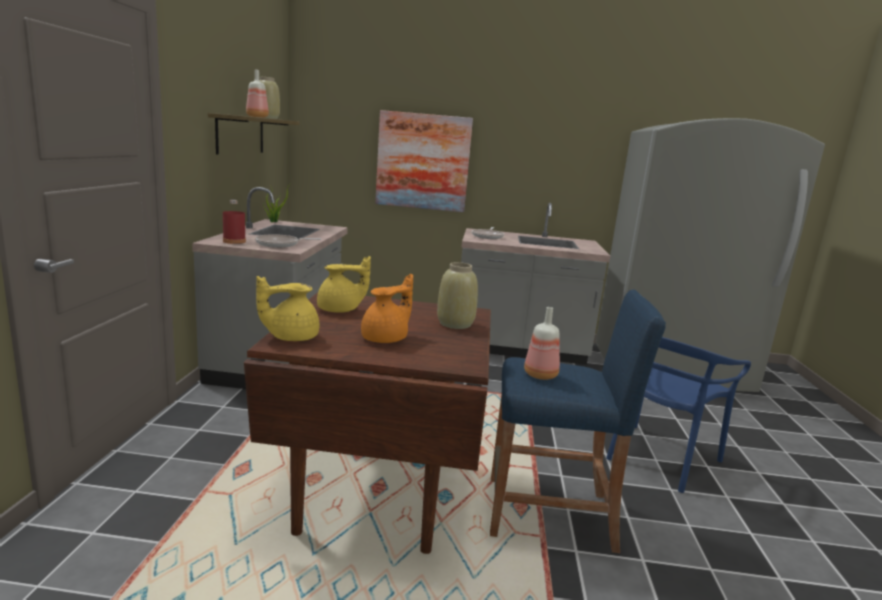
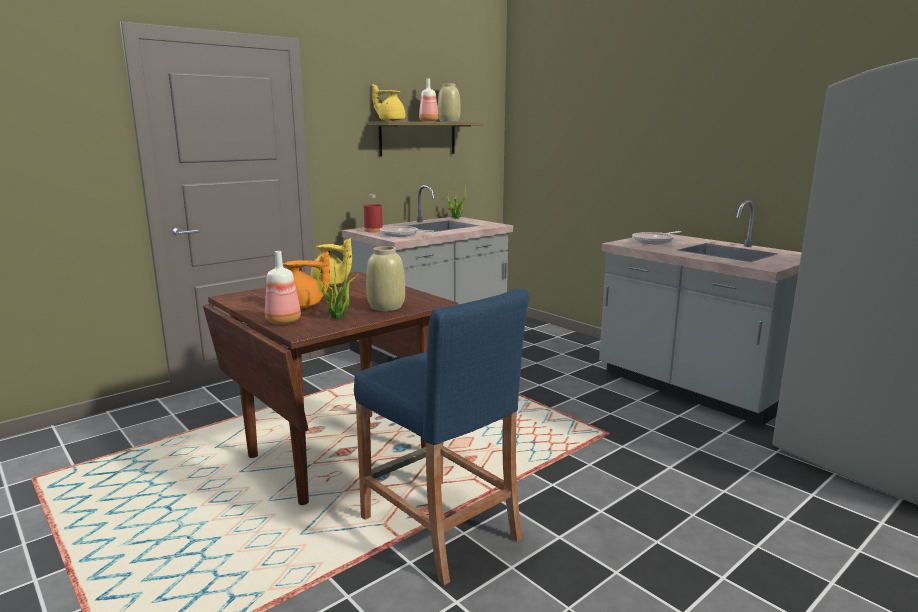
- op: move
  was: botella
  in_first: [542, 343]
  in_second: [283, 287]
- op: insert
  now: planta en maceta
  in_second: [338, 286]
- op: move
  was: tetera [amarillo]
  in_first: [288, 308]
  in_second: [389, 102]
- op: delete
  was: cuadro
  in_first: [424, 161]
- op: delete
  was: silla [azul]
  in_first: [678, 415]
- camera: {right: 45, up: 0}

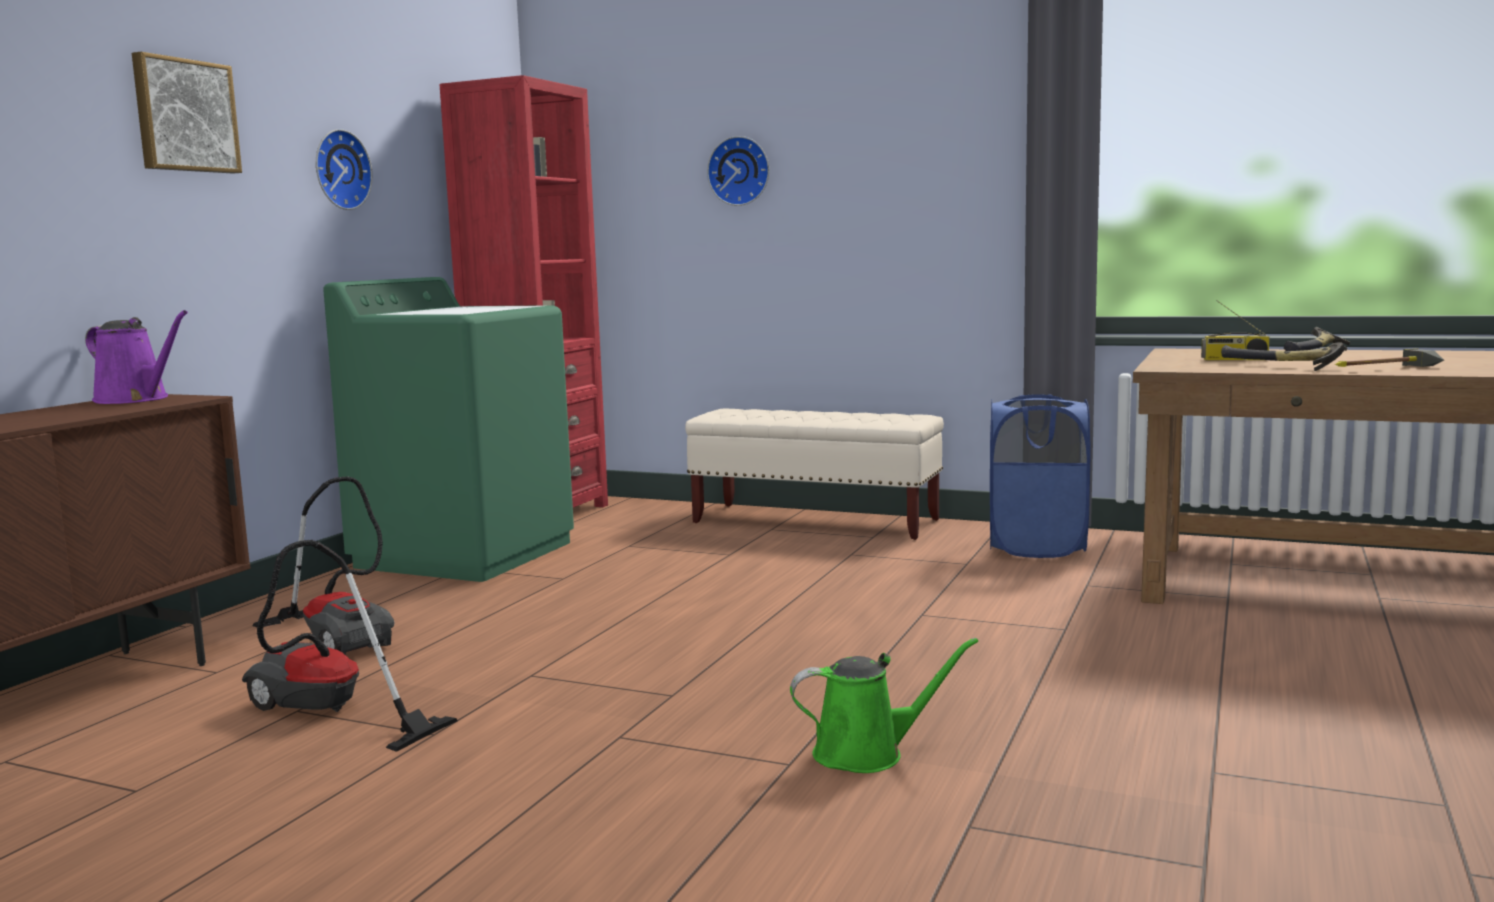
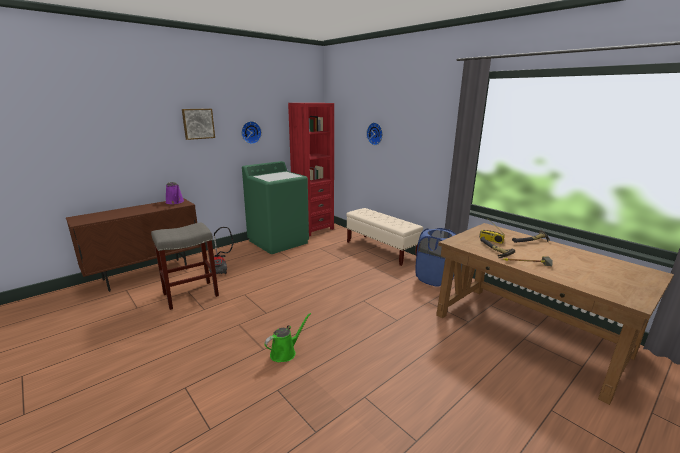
- op: replace
  was: aspiradora
  now: taburete [gris]
  in_first: [350, 646]
  in_second: [185, 266]
- op: rotate
  was: regadera [verde]
  in_first: [884, 705]
  in_second: [287, 337]
  clockwise: -60
- camera: {right: 25, up: 10}

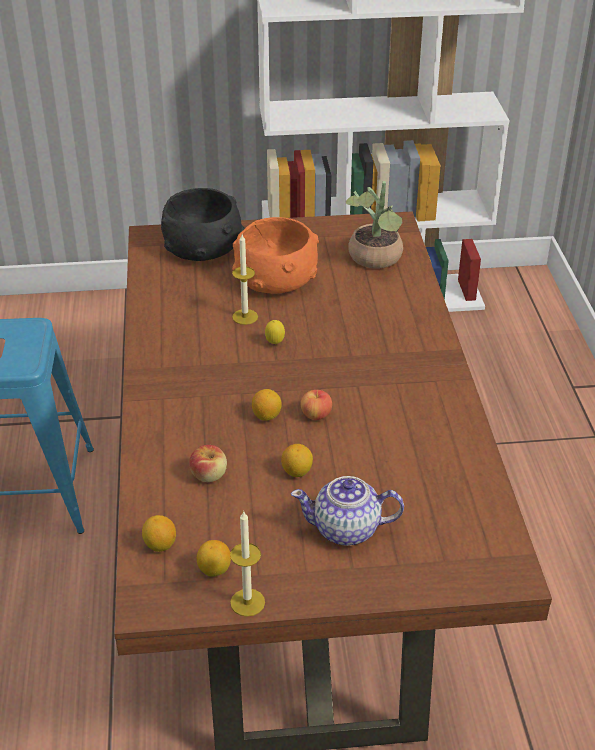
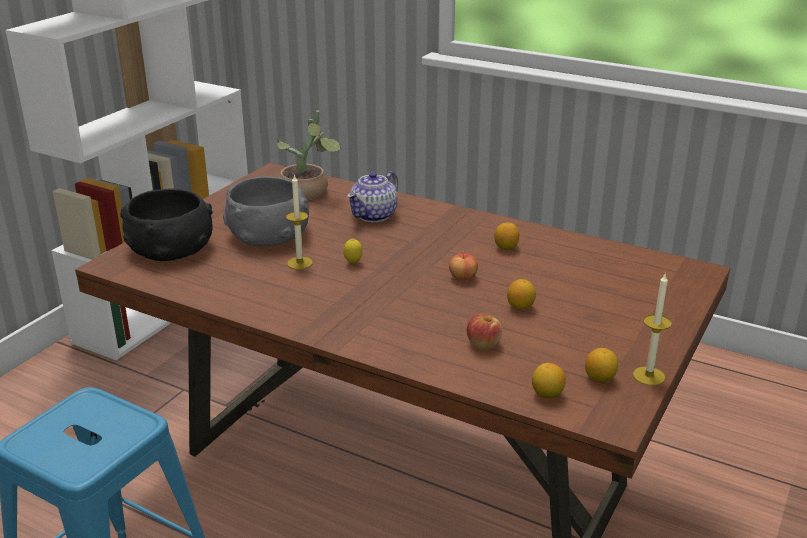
- op: recolor
  was: cuenco [naranja]
  now: cuenco [gris]
  in_first: [275, 255]
  in_second: [266, 211]
- op: move
  was: tetera
  in_first: [347, 511]
  in_second: [372, 196]
- op: move
  was: limón
  in_first: [267, 405]
  in_second: [506, 236]
- camera: {right: -55, up: -10}

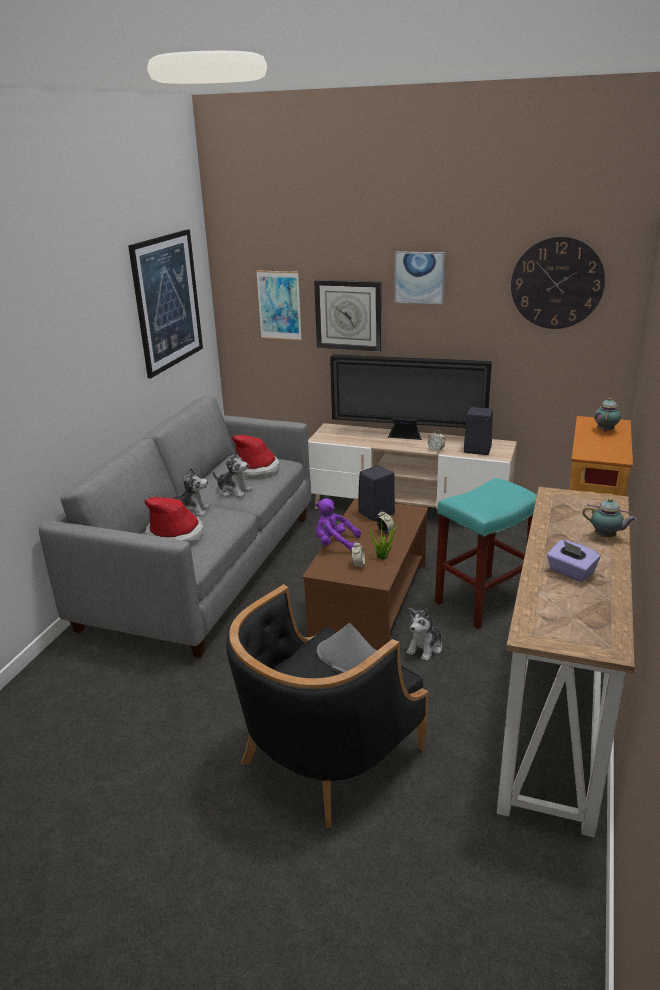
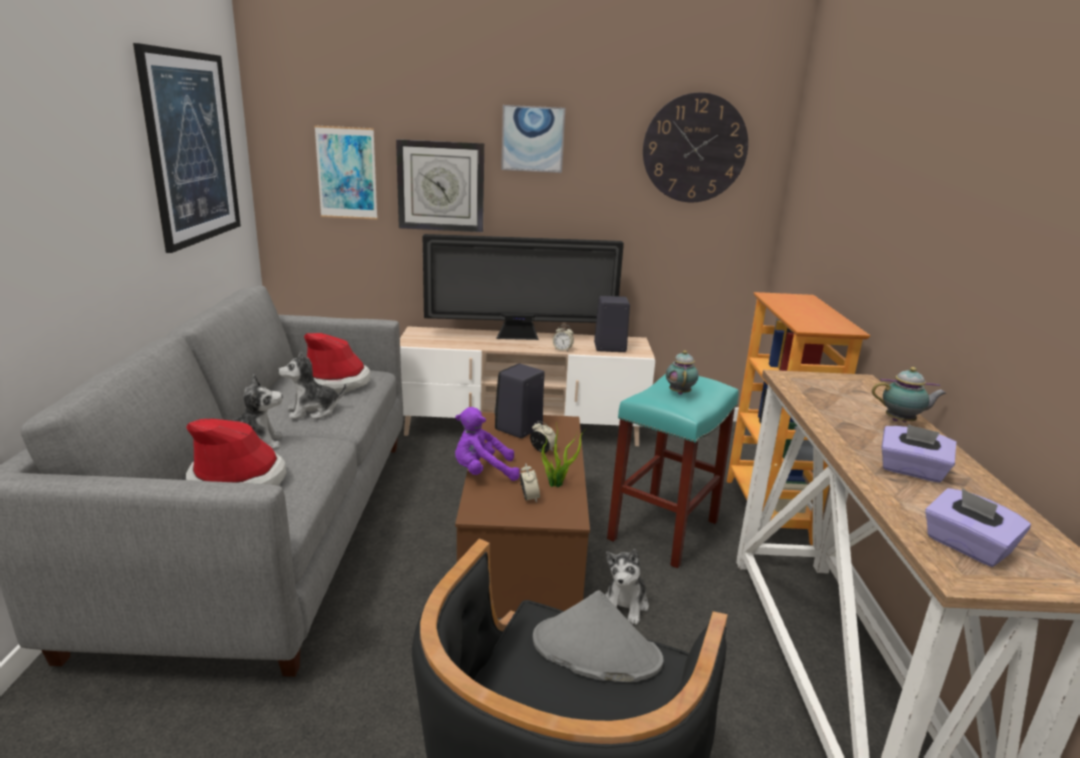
- op: rotate
  was: peluche
  in_first: [233, 473]
  in_second: [312, 385]
  clockwise: 150
- op: move
  was: tetera
  in_first: [607, 415]
  in_second: [682, 372]
- op: insert
  now: caja de pañuelos [morado]
  in_second: [978, 527]
- camera: {right: -20, up: -5}

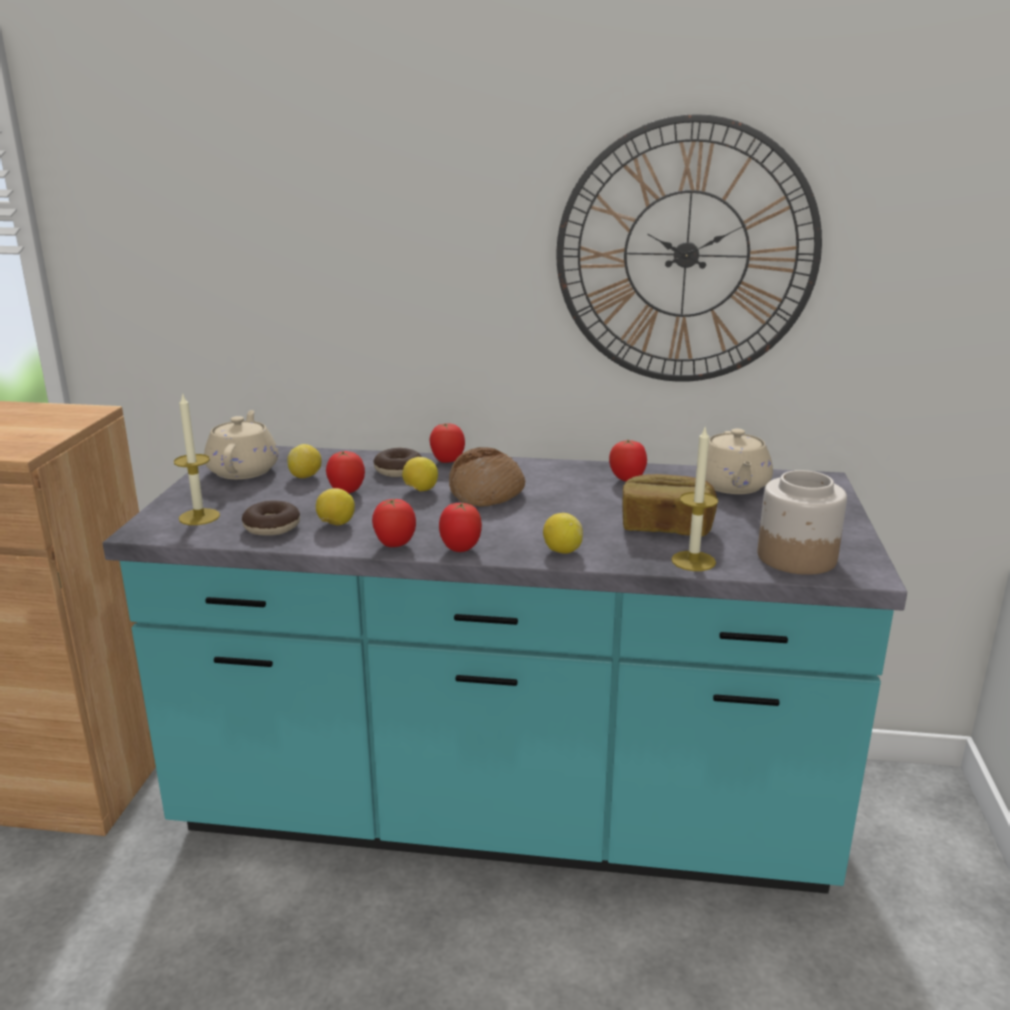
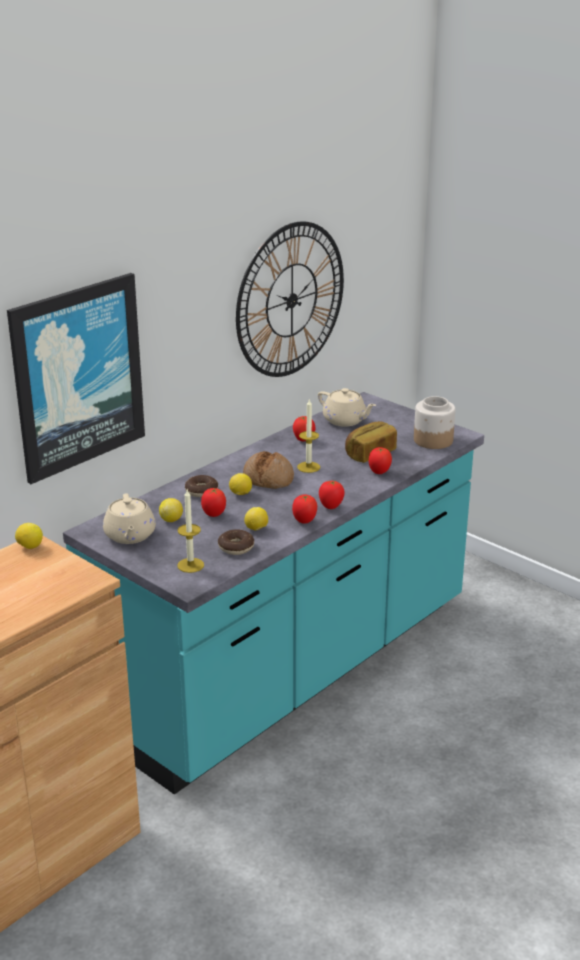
- op: insert
  now: cuadro
  in_second: [76, 378]
- op: move
  was: limón
  in_first: [563, 533]
  in_second: [29, 536]
- op: rotate
  was: tetera [beis]
  in_first: [241, 444]
  in_second: [129, 518]
  clockwise: -135
- op: move
  was: vela
  in_first: [695, 498]
  in_second: [308, 435]
- op: move
  was: tomate
  in_first: [447, 443]
  in_second: [380, 460]
- camera: {right: -55, up: 5}

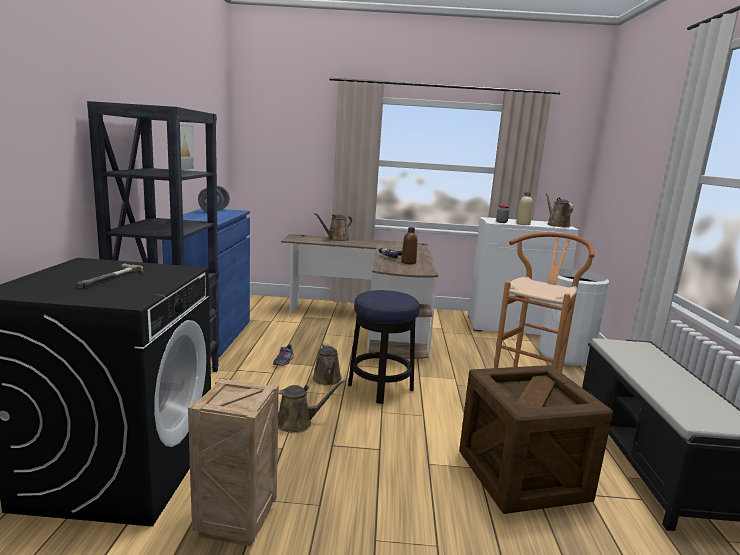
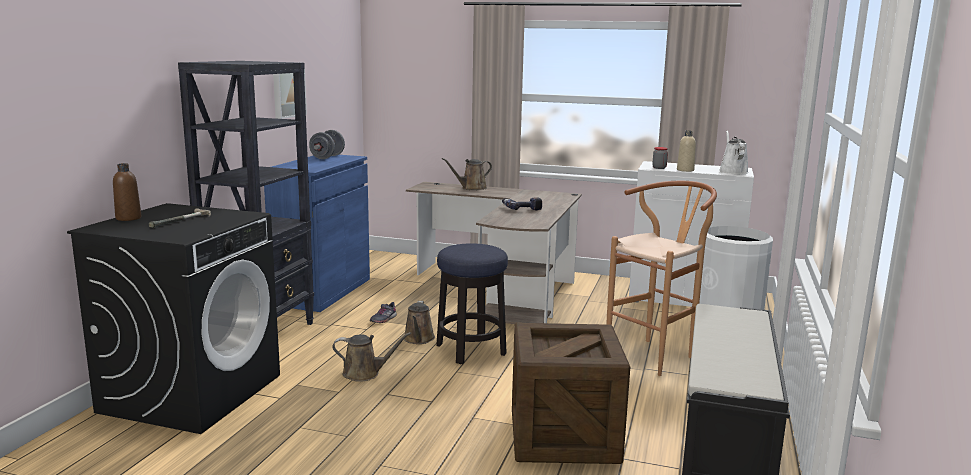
- op: move
  was: botella [marrón]
  in_first: [409, 245]
  in_second: [127, 192]
- op: recolor
  was: regadera [marrón]
  now: regadera [blanco]
  in_first: [559, 210]
  in_second: [734, 152]
- op: delete
  was: caja de embalaje
  in_first: [233, 462]
- camera: {right: 15, up: 0}

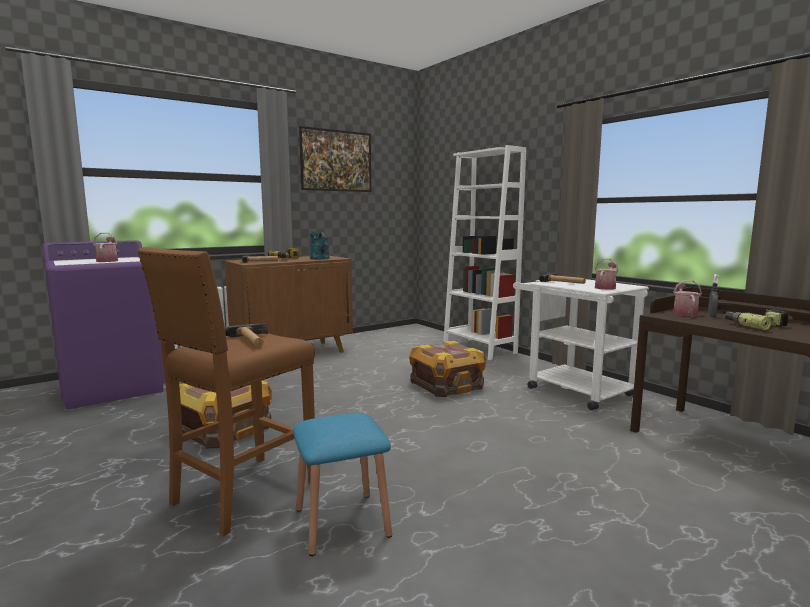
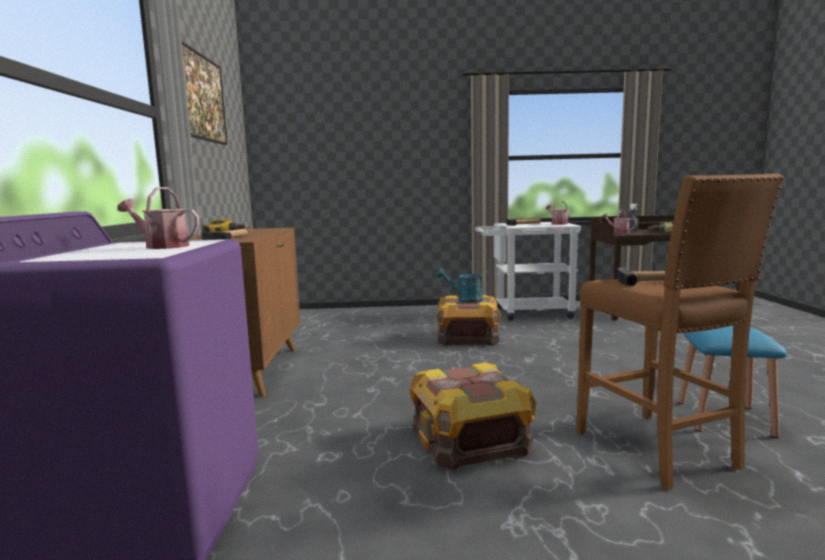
- op: move
  was: regadera [turquesa]
  in_first: [320, 245]
  in_second: [463, 285]
- op: delete
  was: estantería [blanco]
  in_first: [484, 252]
- camera: {right: -55, up: 0}

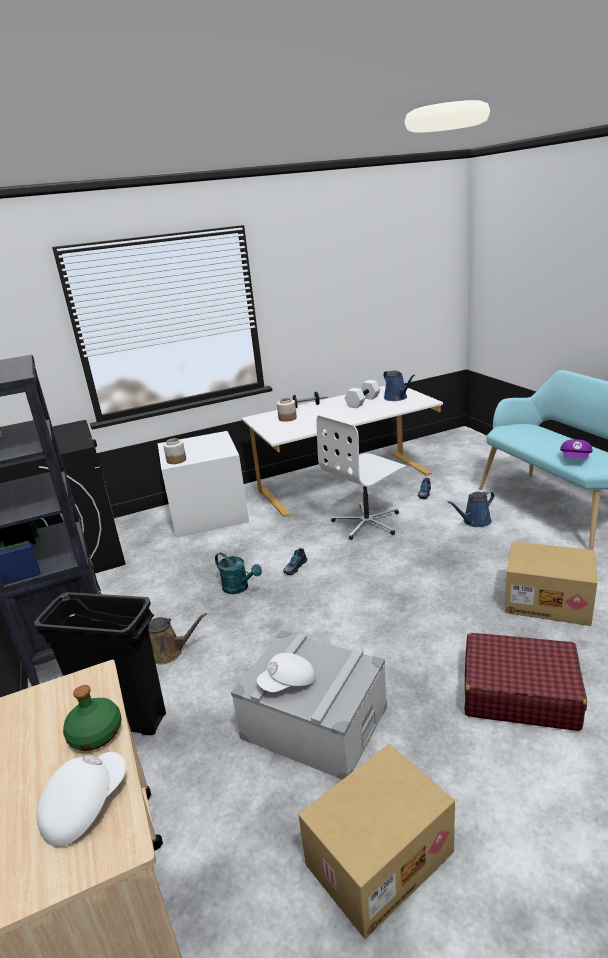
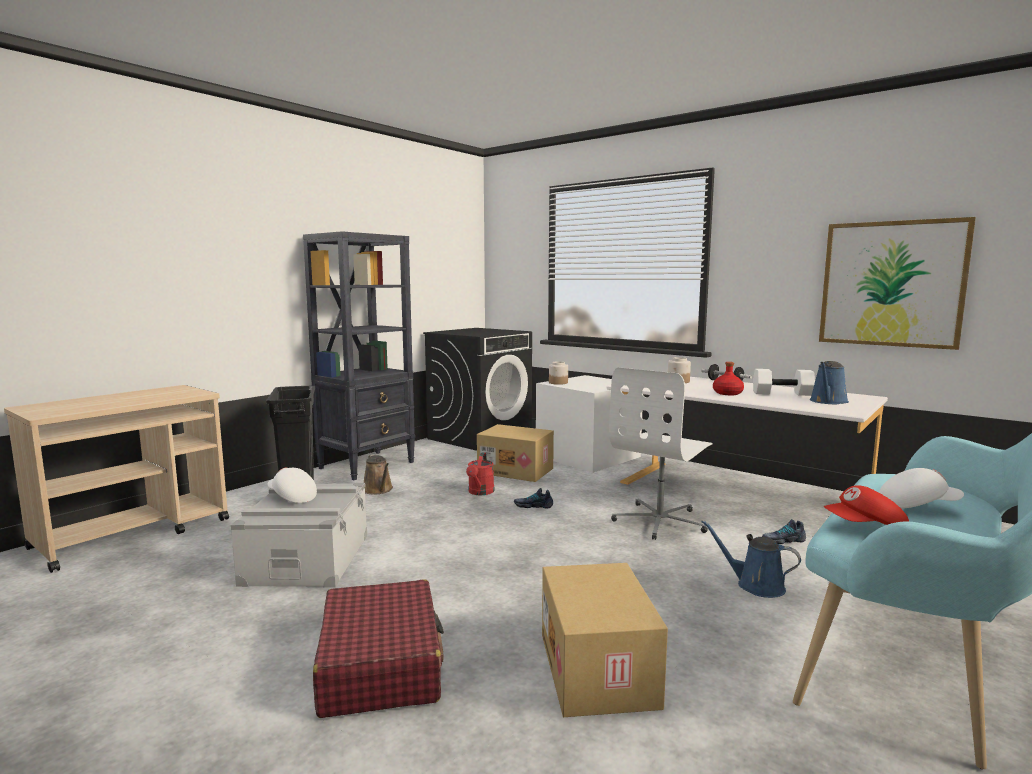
- op: recolor
  was: regadera [turquesa]
  now: regadera [rojo]
  in_first: [238, 573]
  in_second: [480, 473]
- op: move
  was: caja de cartón
  in_first: [376, 841]
  in_second: [515, 453]
- op: rotate
  was: silla de oficina [blanco]
  in_first: [361, 477]
  in_second: [660, 453]
  clockwise: -75
- op: insert
  now: botella [rojo]
  in_second: [728, 378]
- op: insert
  now: cuadro
  in_second: [897, 283]
- op: recolor
  was: gorra [morado]
  now: gorra [rojo]
  in_first: [576, 448]
  in_second: [866, 505]
- op: move
  was: gorra [blanco]
  in_first: [81, 799]
  in_second: [921, 488]
- op: delete
  was: botella [verde]
  in_first: [92, 718]
- camera: {right: 60, up: -15}

